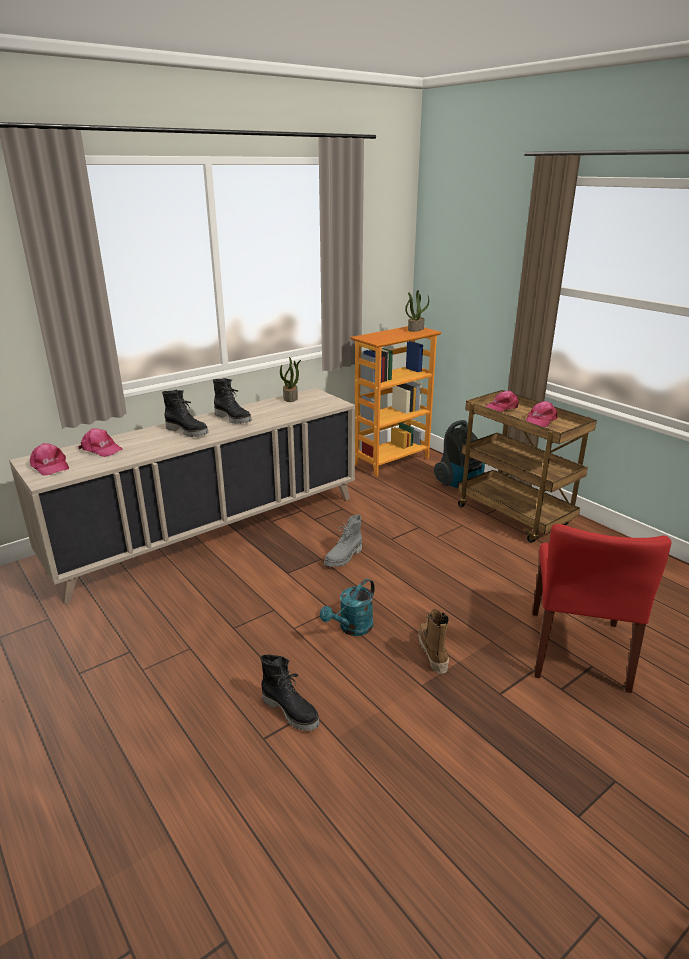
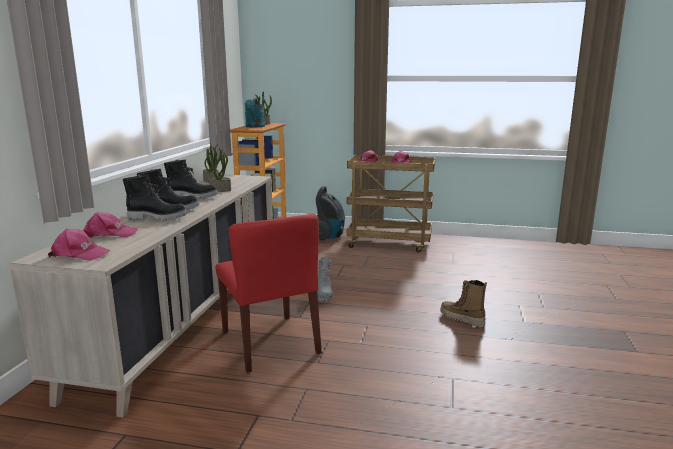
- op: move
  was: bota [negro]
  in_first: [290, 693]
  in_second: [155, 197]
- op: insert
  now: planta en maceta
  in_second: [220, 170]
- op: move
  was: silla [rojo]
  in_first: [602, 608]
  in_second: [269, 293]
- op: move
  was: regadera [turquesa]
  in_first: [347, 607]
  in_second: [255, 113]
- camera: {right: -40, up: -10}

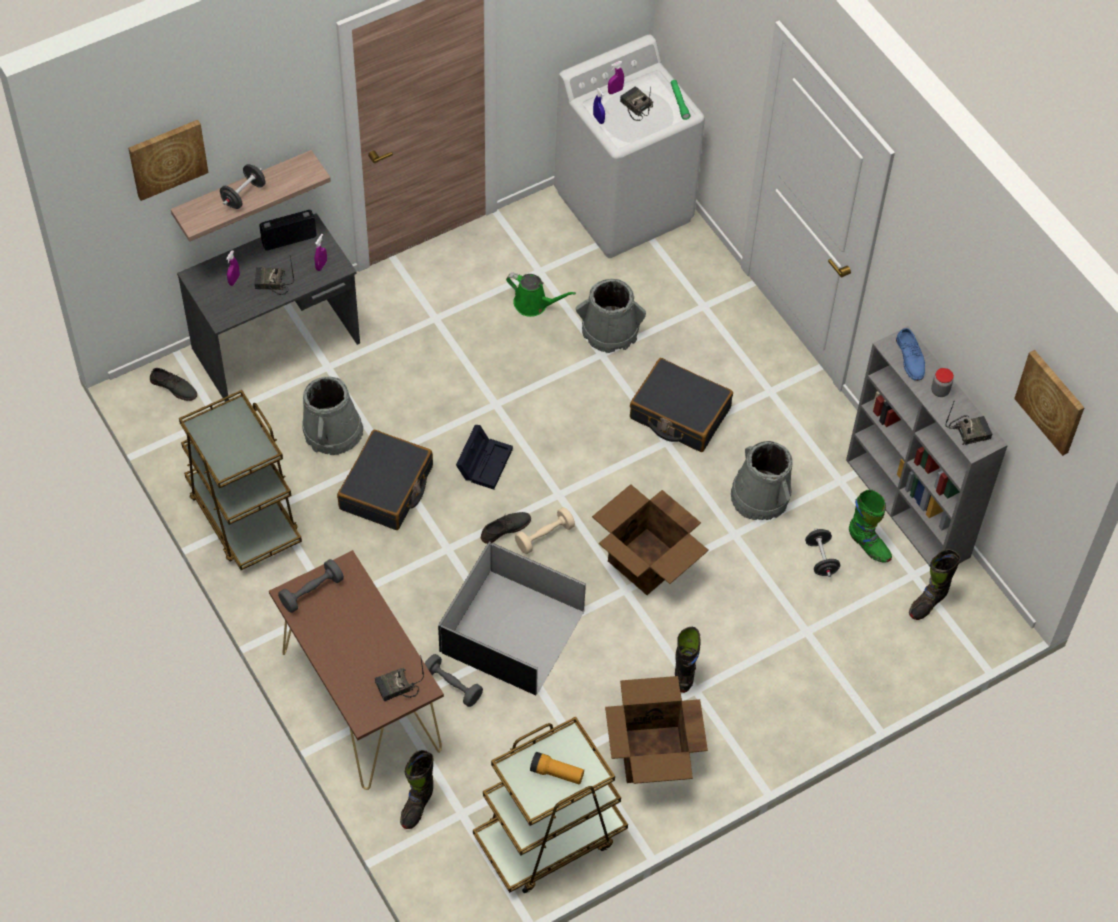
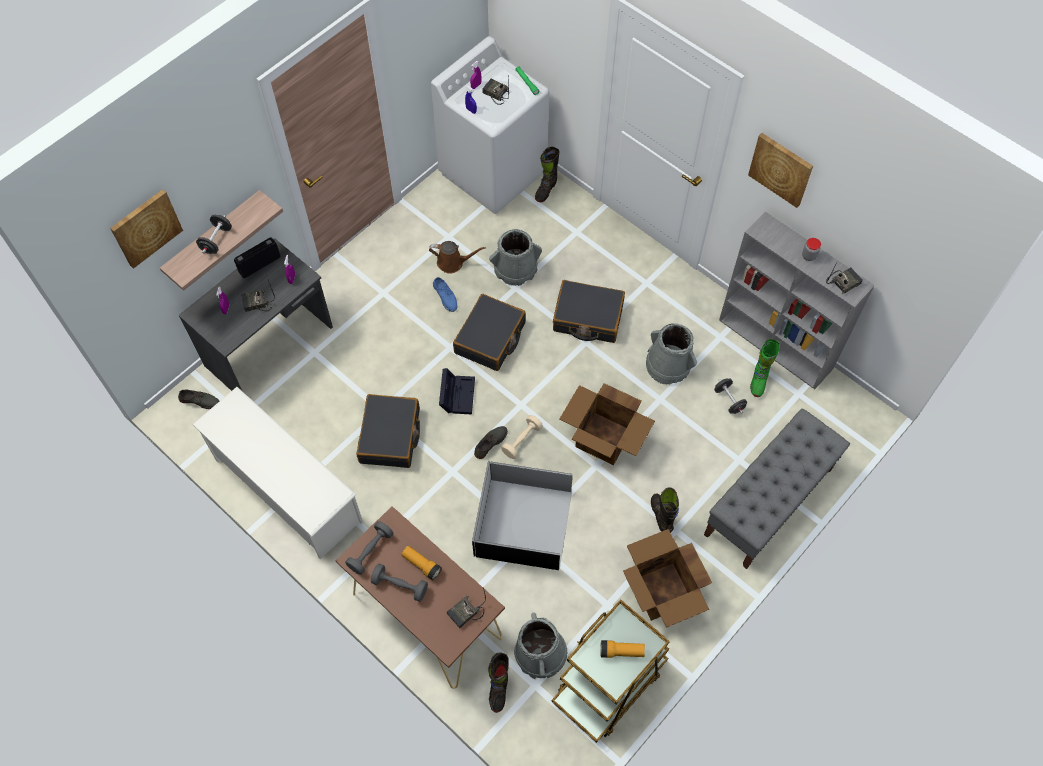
- op: replace
  was: carrito [marrón]
  now: zapatero [blanco]
  in_first: [240, 480]
  in_second: [277, 473]
- op: move
  was: mancuerna [gris]
  in_first: [454, 680]
  in_second: [399, 583]
- op: insert
  now: linterna
  in_second: [421, 563]
- op: recolor
  was: regadera [verde]
  now: regadera [marrón]
  in_first: [541, 295]
  in_second: [457, 257]
- op: move
  was: zapato [azul]
  in_first: [910, 354]
  in_second: [445, 294]
- op: insert
  now: maleta [negro]
  in_second: [489, 332]
- op: move
  was: cubo [gris]
  in_first: [332, 415]
  in_second: [540, 645]
- op: move
  was: bota [negro]
  in_first: [935, 584]
  in_second: [547, 174]
- op: insert
  now: banco [gris]
  in_second: [777, 488]
- op: move
  was: cuadro
  in_first: [1049, 403]
  in_second: [780, 170]
- op: rotate
  was: bota [verde]
  in_first: [870, 526]
  in_second: [765, 368]
  clockwise: 75
- camera: {right: -15, up: 5}

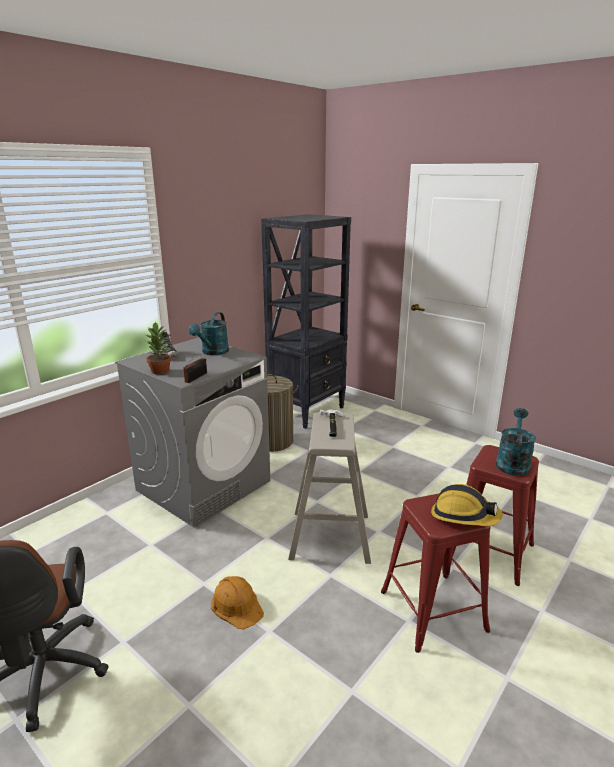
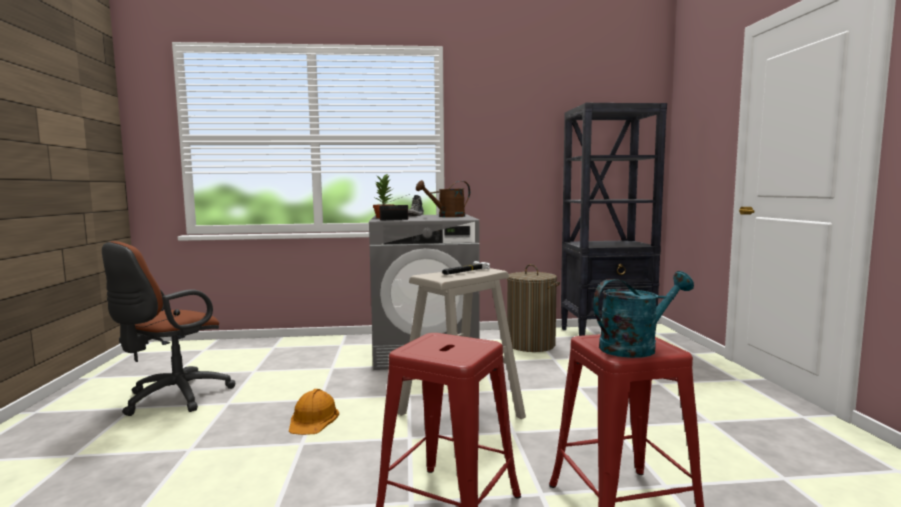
- op: recolor
  was: regadera [turquesa]
  now: regadera [marrón]
  in_first: [208, 333]
  in_second: [443, 198]
- op: delete
  was: casco
  in_first: [467, 505]
- camera: {right: 45, up: -15}

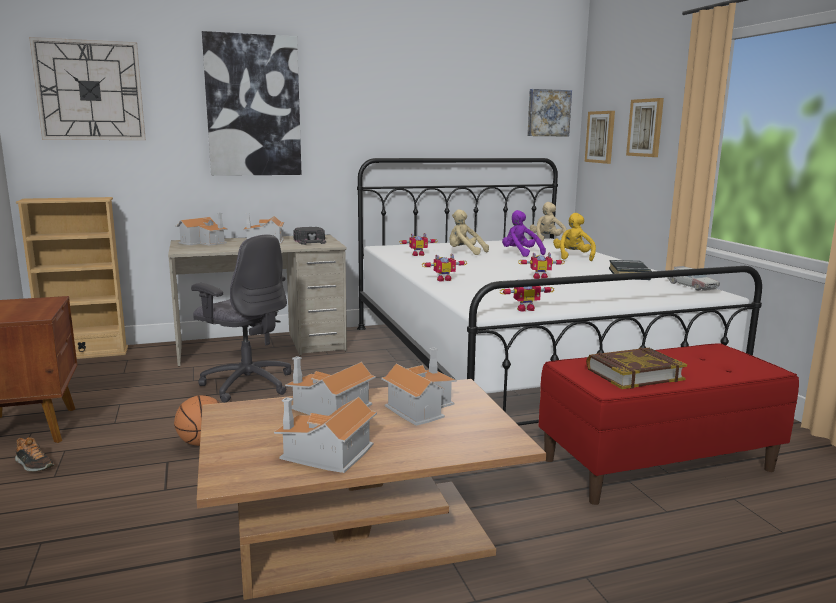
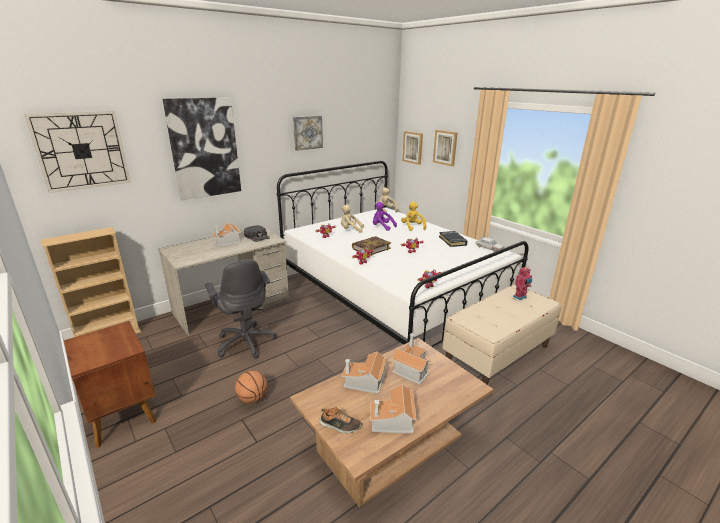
- op: rotate
  was: silla de oficina [gris]
  in_first: [241, 318]
  in_second: [241, 309]
  clockwise: 45
- op: move
  was: cuadro
  in_first: [549, 112]
  in_second: [308, 133]
- op: move
  was: zapato
  in_first: [34, 454]
  in_second: [340, 420]
- op: move
  was: libro
  in_first: [636, 368]
  in_second: [371, 246]
- op: recolor
  was: banco [rojo]
  now: banco [beis]
  in_first: [669, 424]
  in_second: [502, 334]
- op: insert
  now: robot de juguete
  in_second: [522, 283]
- op: delete
  was: casita
  in_first: [201, 229]
- camera: {right: -20, up: 10}

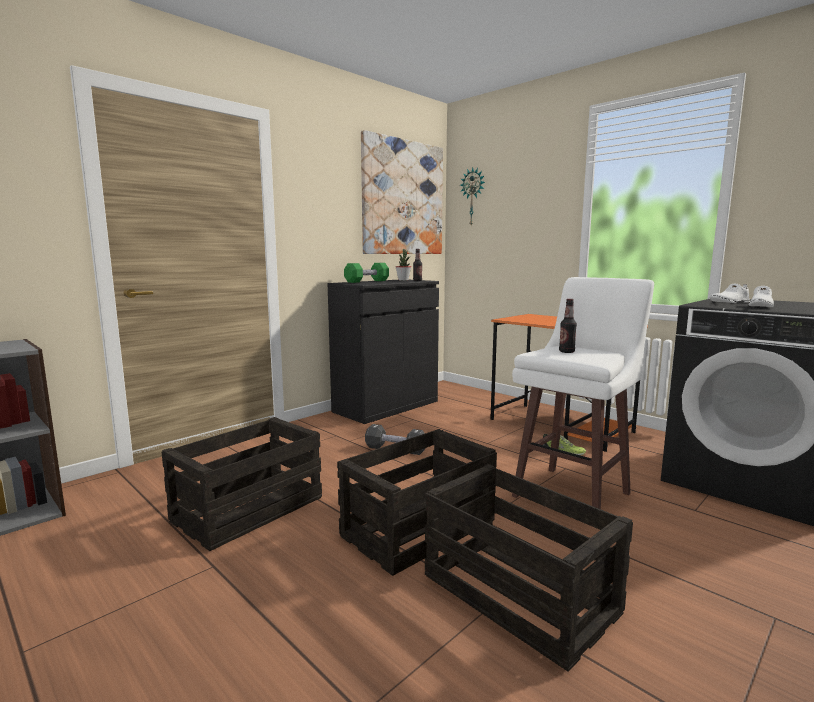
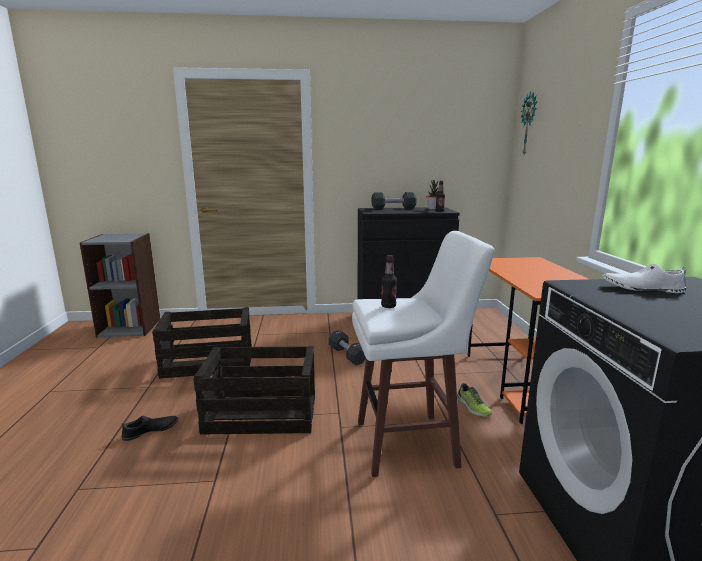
- op: insert
  now: zapato [negro]
  in_second: [149, 428]
- op: recolor
  was: mancuerna [verde]
  now: mancuerna [negro]
  in_first: [366, 273]
  in_second: [394, 200]
- op: delete
  was: cuadro
  in_first: [402, 192]
- op: delete
  was: caja de embalaje
  in_first: [529, 568]
- op: delete
  was: zapato [blanco]
  in_first: [761, 296]
- camera: {right: 40, up: 5}

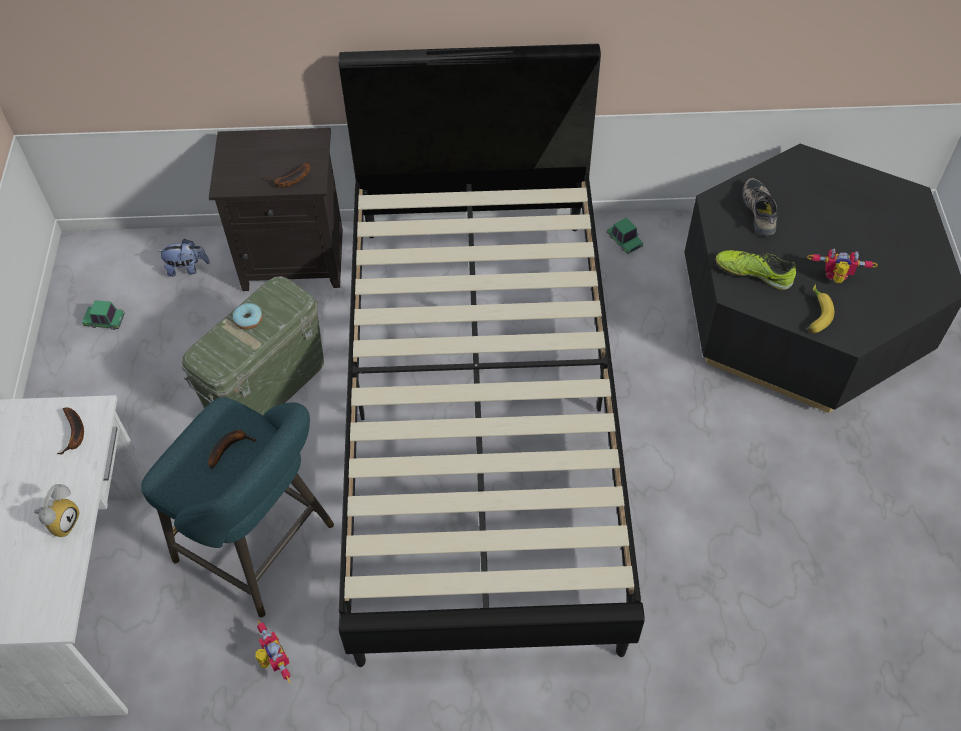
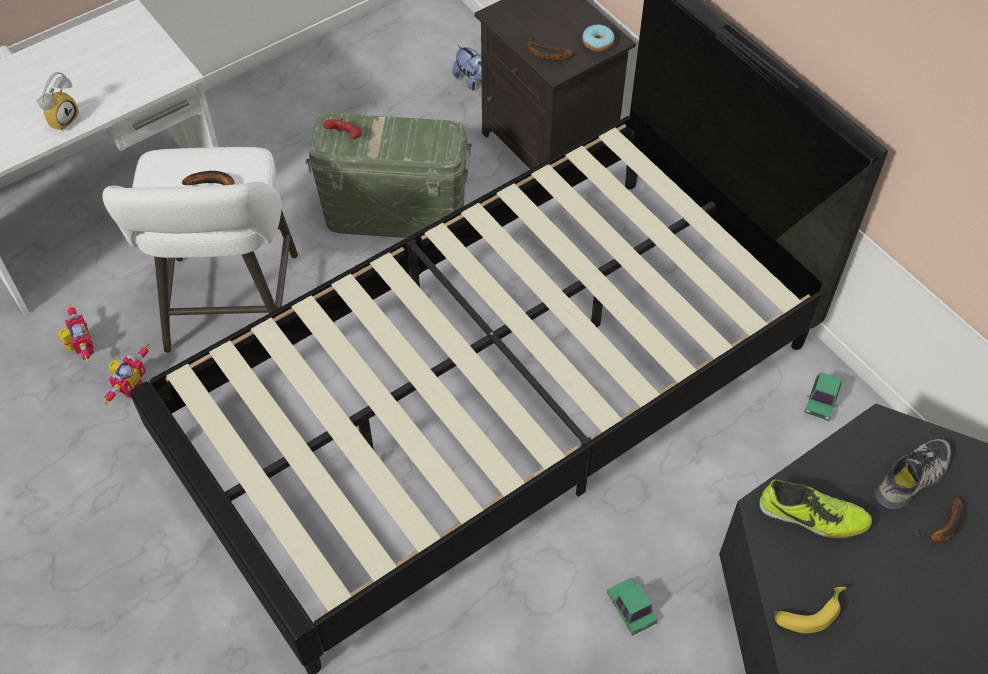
- op: rotate
  was: despertador
  in_first: [57, 510]
  in_second: [57, 101]
  clockwise: -45
- op: move
  was: robot de juguete
  in_first: [842, 265]
  in_second: [76, 333]
- op: recolor
  was: taburete [turquesa]
  now: taburete [blanco]
  in_first: [237, 507]
  in_second: [200, 250]
- op: insert
  now: mando de consola [rojo]
  in_second: [342, 128]
- op: move
  was: rosquilla
  in_first: [248, 316]
  in_second: [598, 38]
- op: move
  was: coche de juguete
  in_first: [103, 315]
  in_second: [632, 606]
- op: rotate
  was: zapato
  in_first: [756, 270]
  in_second: [815, 508]
  clockwise: 120
- op: move
  was: plátano
  in_first: [70, 431]
  in_second: [940, 519]
- camera: {right: 55, up: 0}

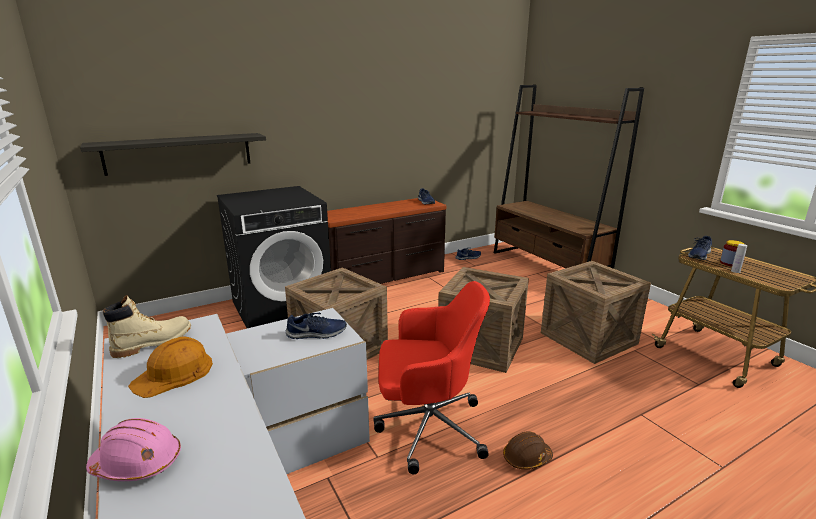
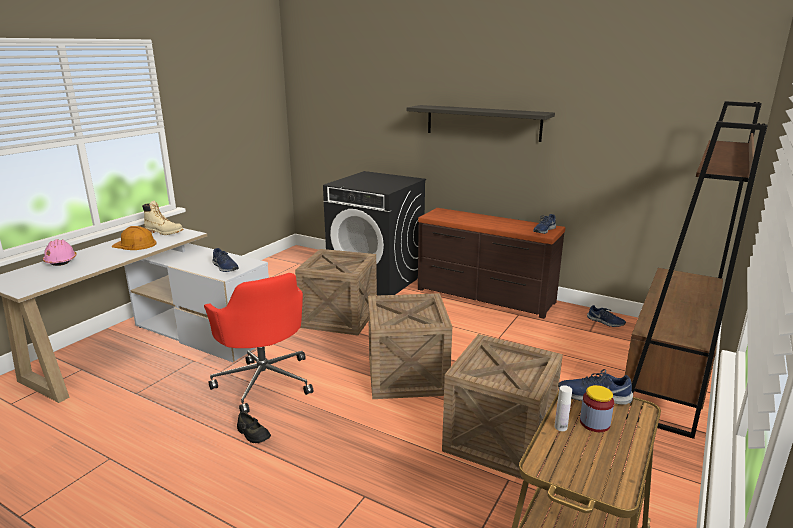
- op: replace
  was: casco [marrón]
  now: zapato [negro]
  in_first: [528, 450]
  in_second: [254, 427]
- op: move
  was: estante
  in_first: [173, 154]
  in_second: [481, 123]
- camera: {right: 60, up: 0}

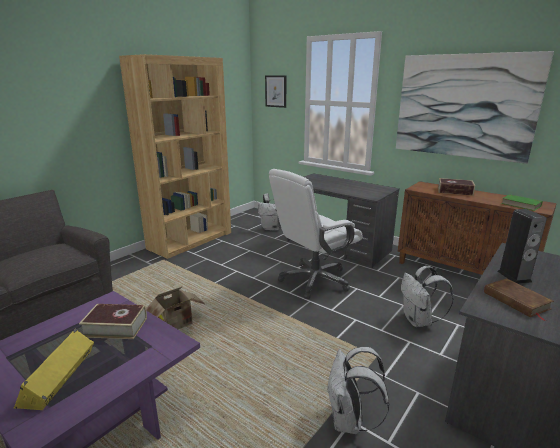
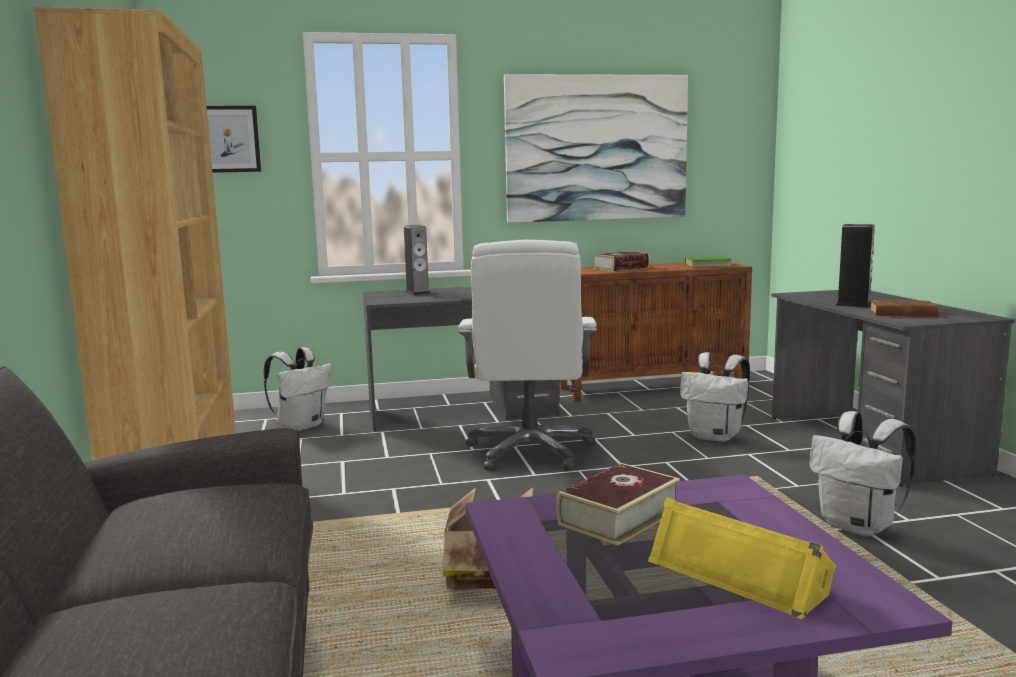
- op: insert
  now: altavoz
  in_second: [417, 260]
- camera: {right: -50, up: -10}

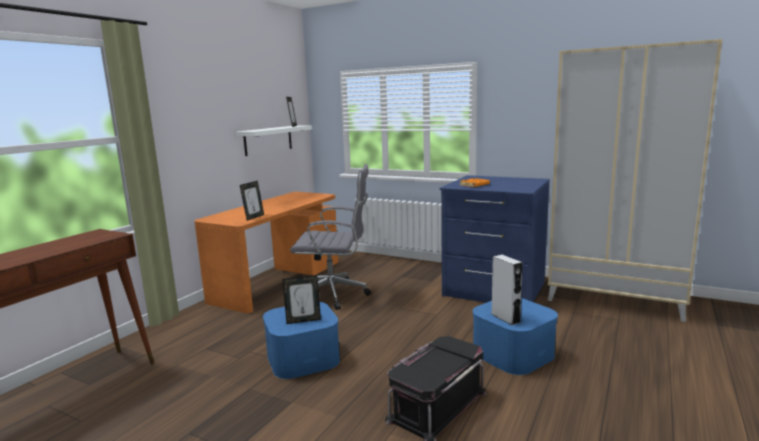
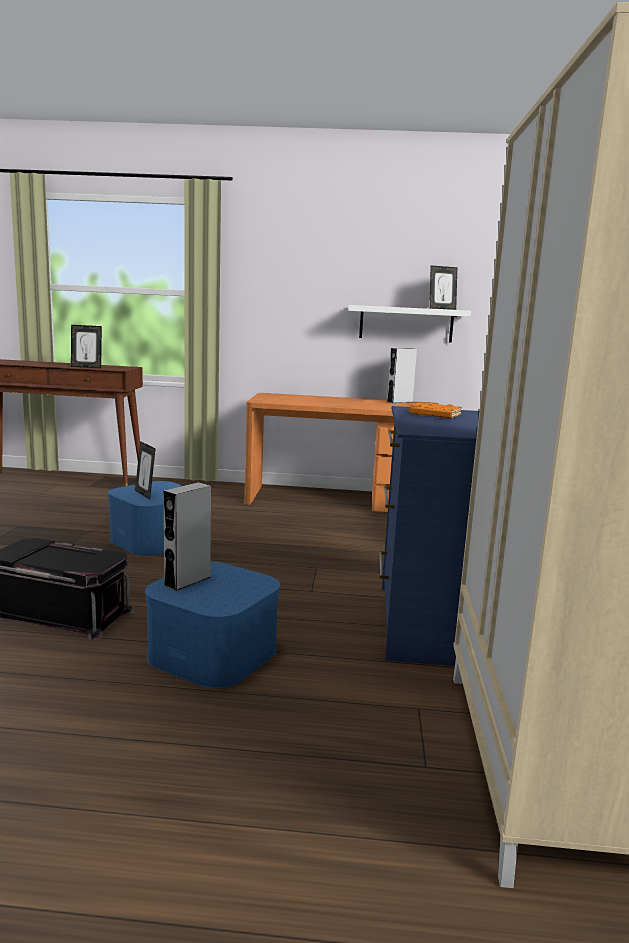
- op: move
  was: portarretratos
  in_first: [252, 201]
  in_second: [86, 346]
- op: insert
  now: altavoz [gris]
  in_second: [402, 375]
- op: delete
  was: silla de oficina [gris]
  in_first: [330, 237]
- camera: {right: 65, up: 0}

